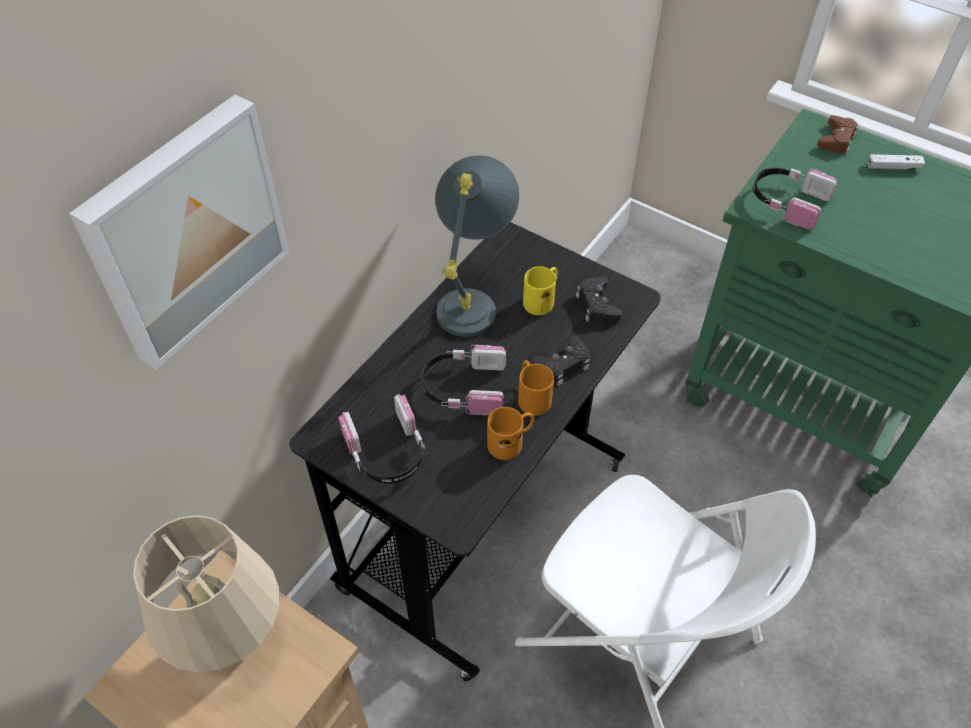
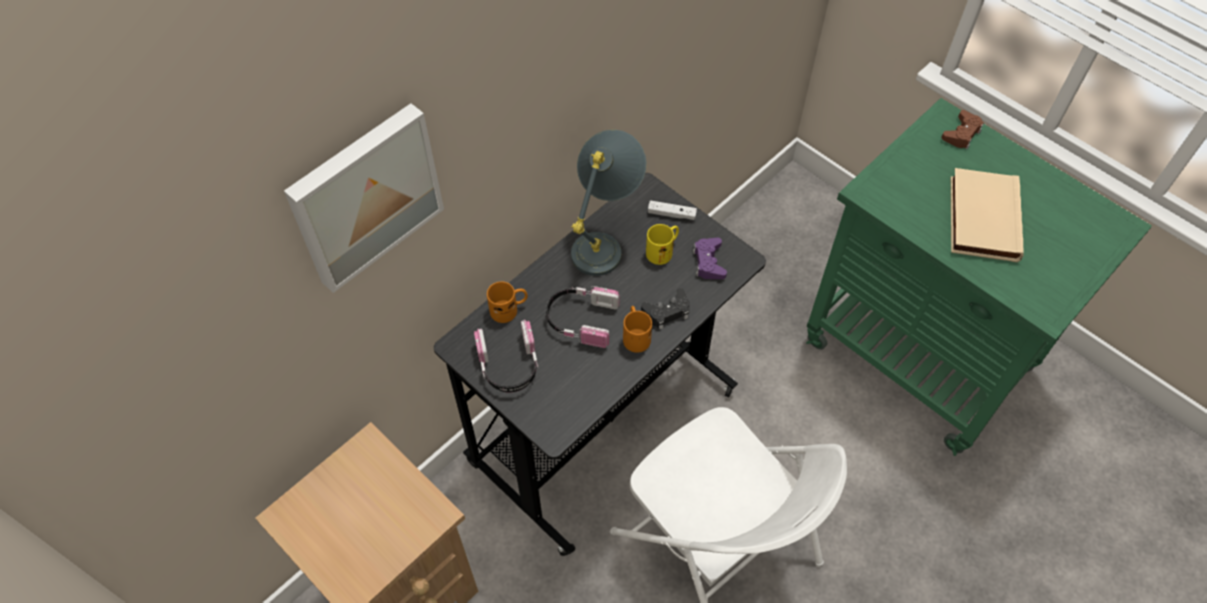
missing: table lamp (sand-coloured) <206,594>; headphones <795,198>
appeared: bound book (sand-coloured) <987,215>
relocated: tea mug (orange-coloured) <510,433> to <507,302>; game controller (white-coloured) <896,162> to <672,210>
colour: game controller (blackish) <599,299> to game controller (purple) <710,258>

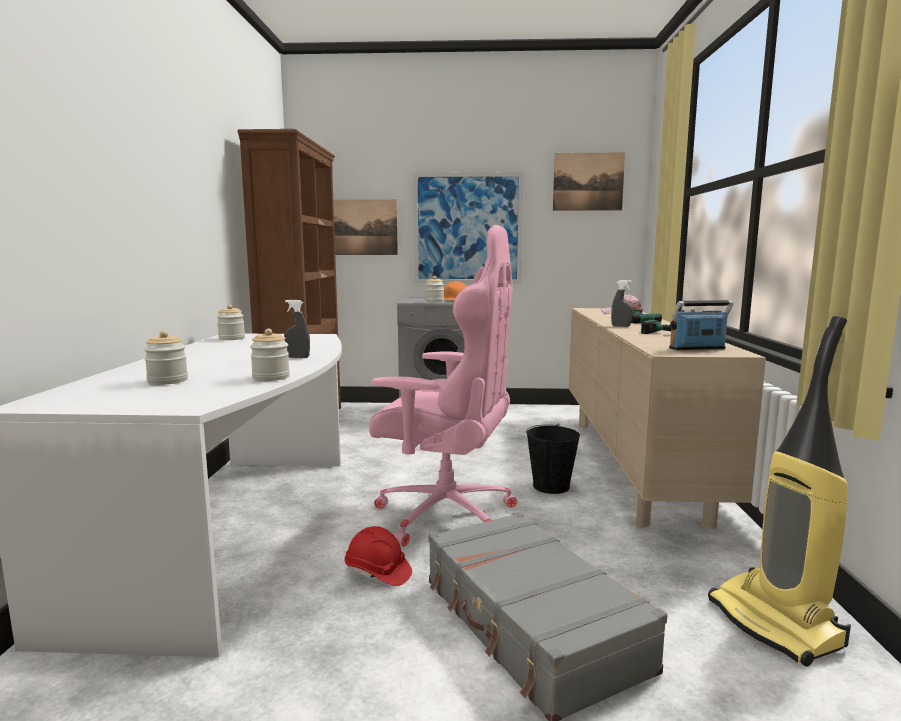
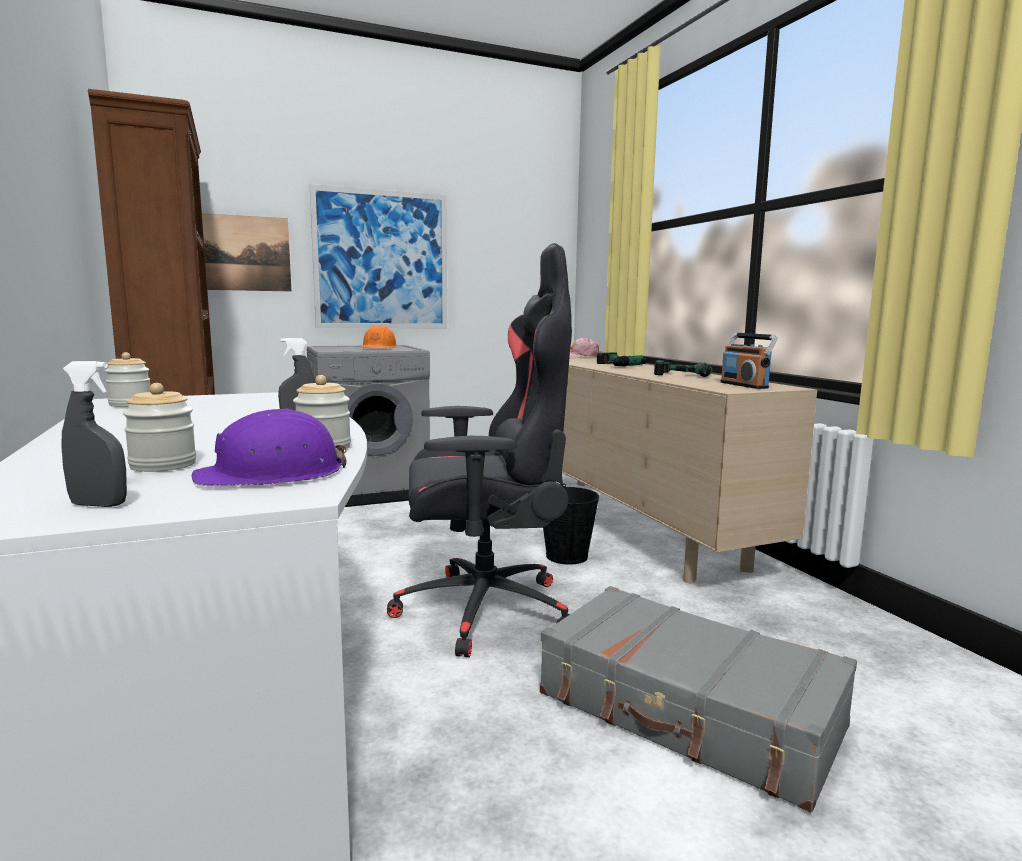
missing: work helmet (red-coloured) <378,556>; storage jar <434,289>; picture <589,181>; hoover <779,491>
appeared: work helmet (purple) <269,447>
relocated: sprayer (gray) <621,303> to <94,434>
colour: office chair (pink) <443,386> to office chair (blackish) <479,450>
spun: radio receiver <701,325> = <749,361> 75 degrees counterclockwise

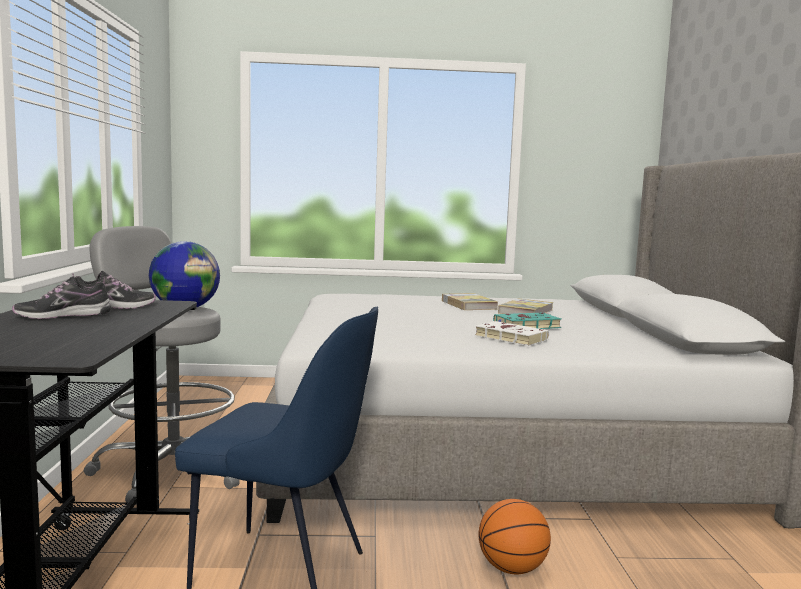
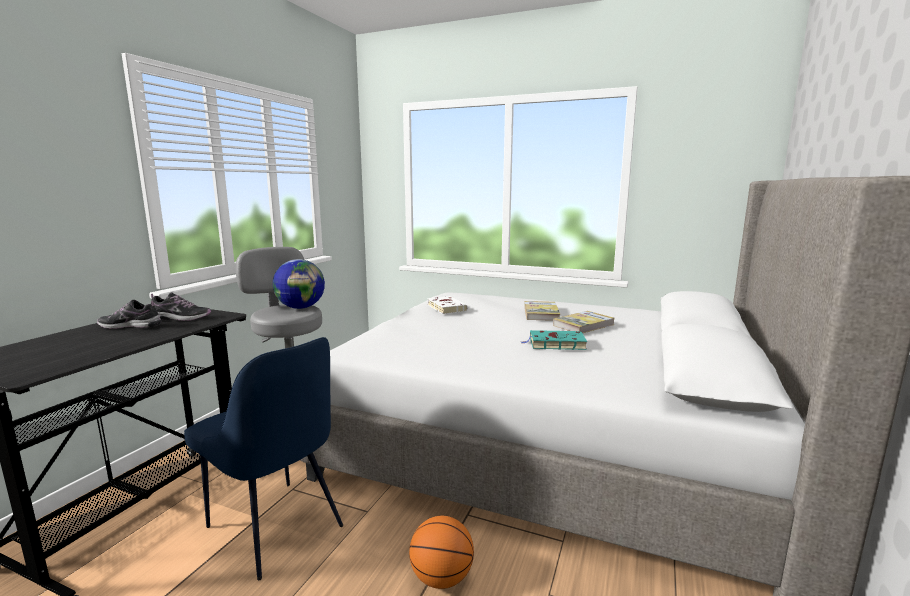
relocated: bound book (white-coloured) <511,333> to <447,305>

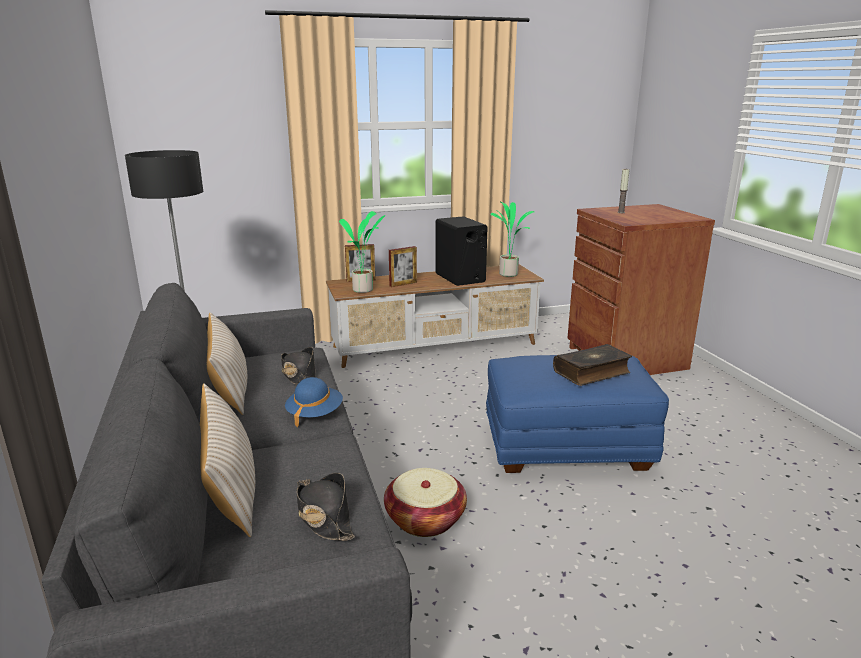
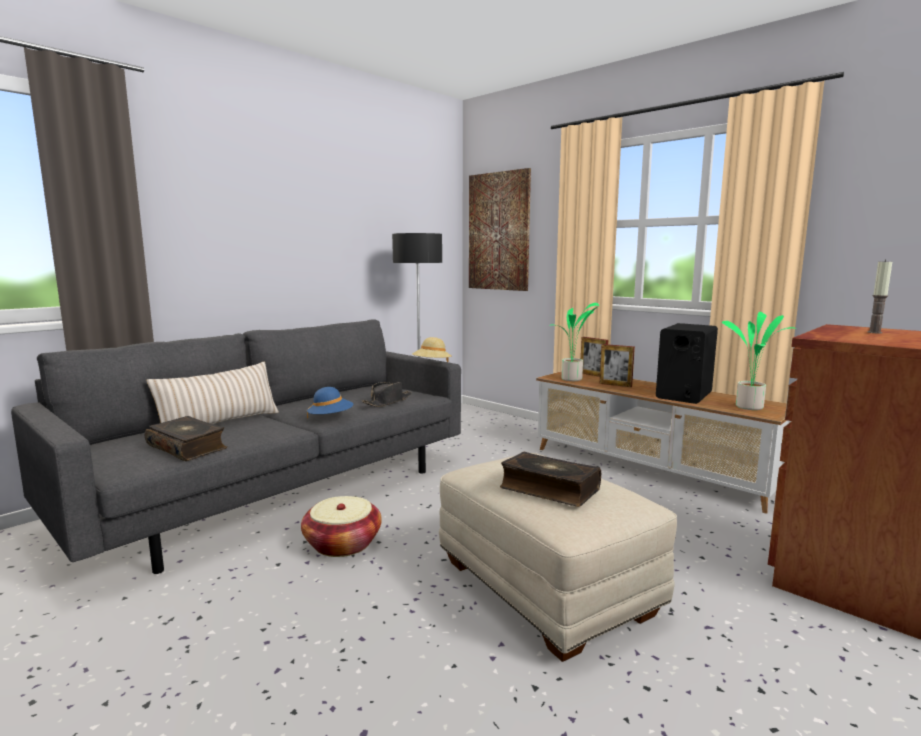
missing: cushion (sand-coloured) <227,363>
appeared: hat (sand-coloured) <432,349>; picture <500,229>
exchanged: hat (blackish) <325,507> to bound book <186,438>
colour: ottoman (blue-coloured) <577,414> to ottoman (sand-coloured) <558,557>

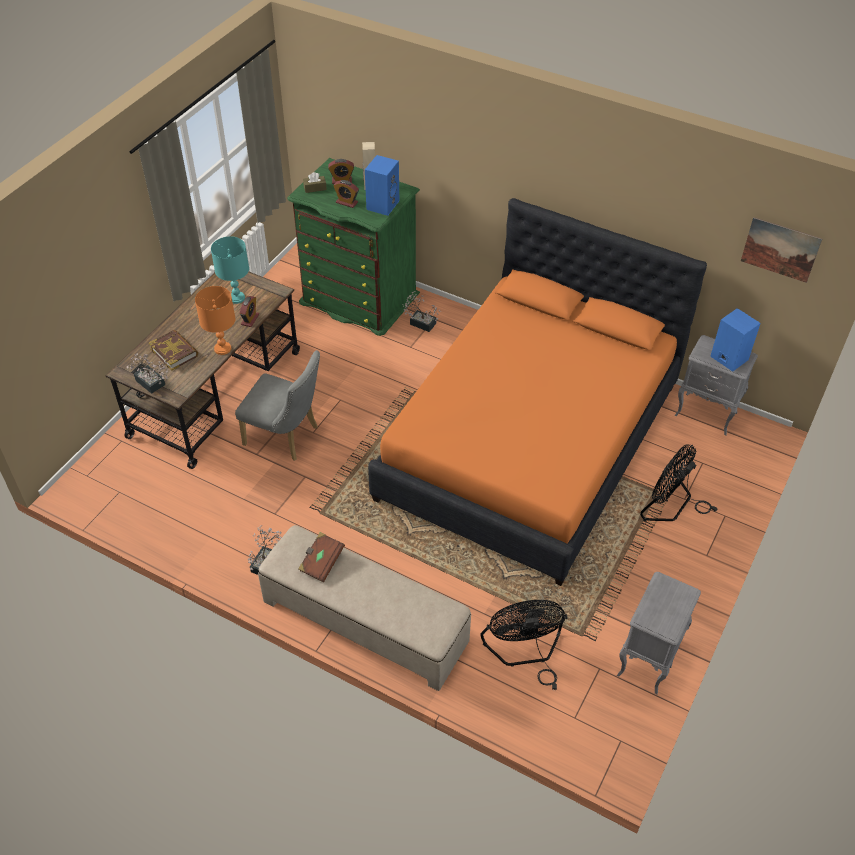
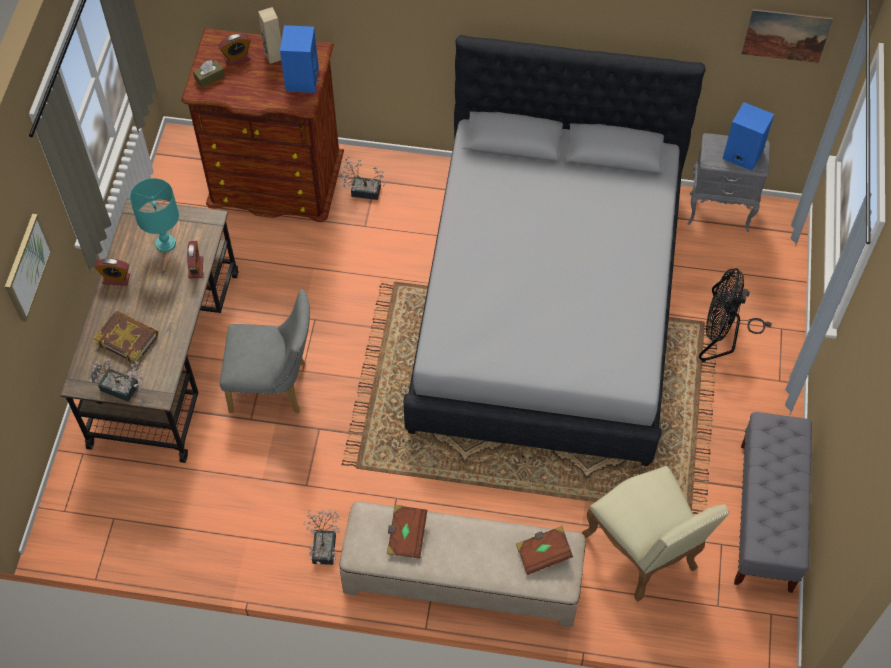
missing: table lamp (orange-coloured) <215,320>
appeared: picture <28,268>; bound book (brownish) <544,550>
relocated: alarm clock <346,194> to <112,272>
exchanged: electric fan (blackish) <524,645> to chair (sand-coloured) <655,534>; nightstand (gray) <659,633> to long seat (gray) <773,502>
colour: chest of drawers (green) <353,247> to chest of drawers (brownish) <262,125>; bed (orange-coloured) <537,392> to bed (gray) <554,250>

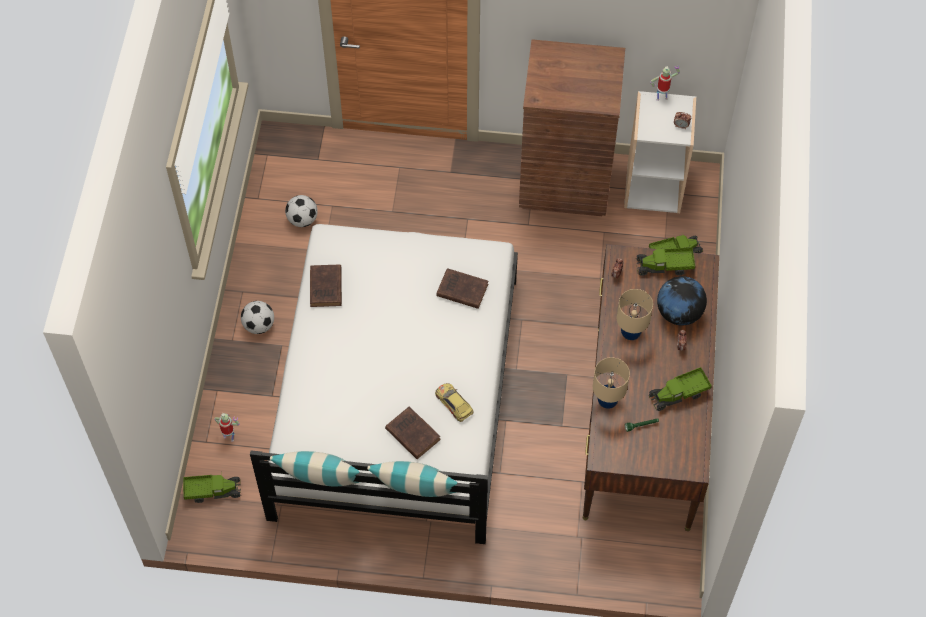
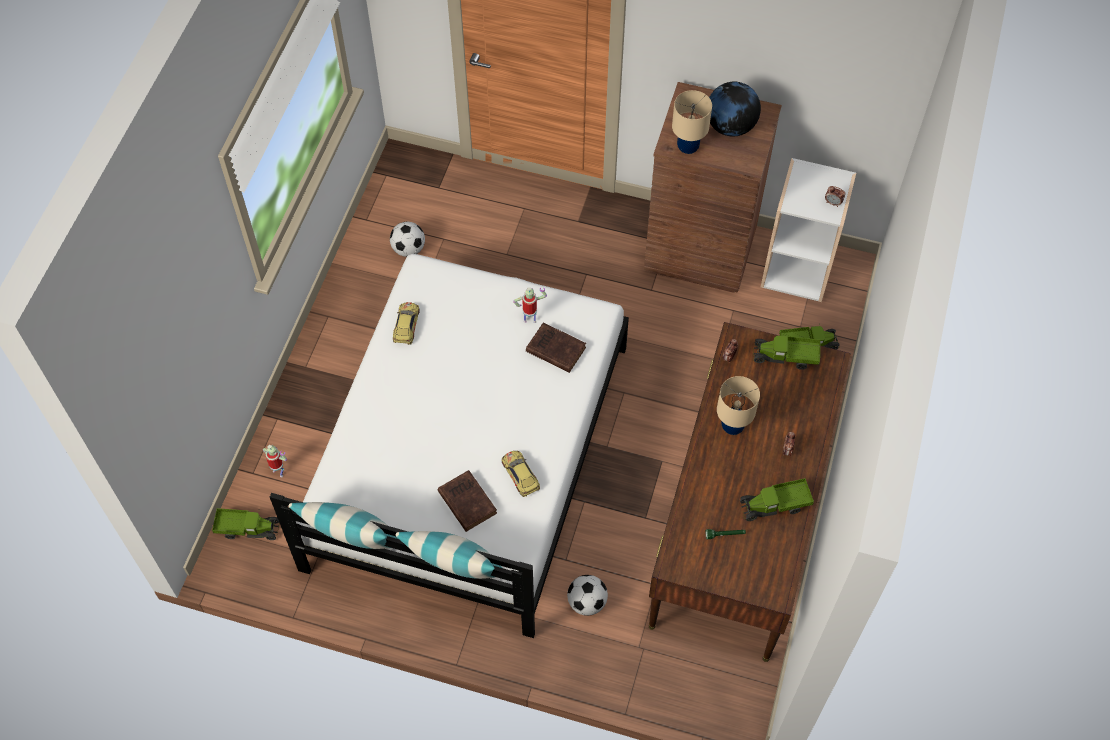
relocated: football <257,317> to <587,595>; table lamp (sand-coloured) <611,383> to <692,122>; robot figure <665,83> to <530,305>; desk globe <682,300> to <735,109>
exchanged: bound book (brownish) <326,285> to miniature car <406,323>

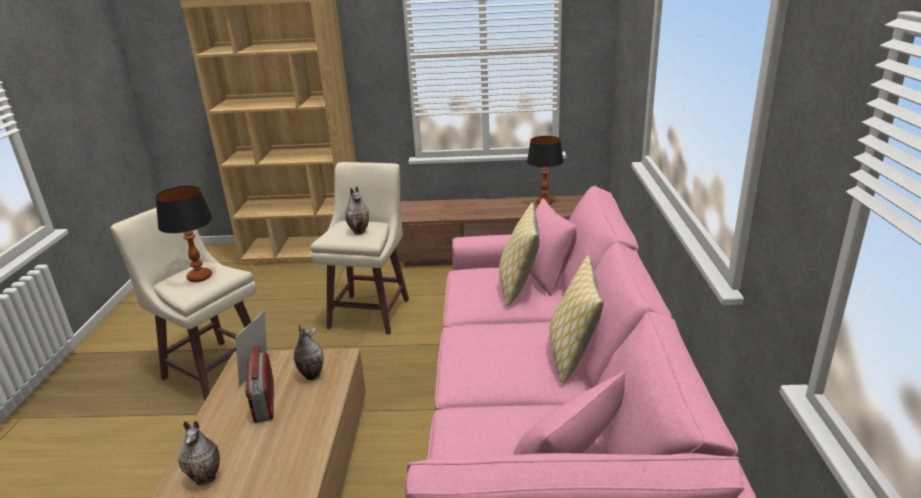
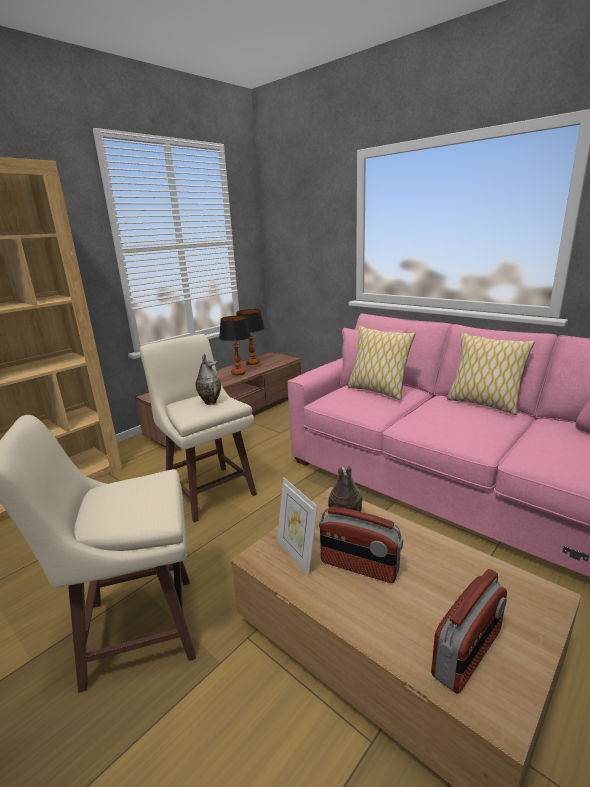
relocated: table lamp <184,234> to <235,345>
exchanged: decorative vase <199,453> to radio receiver <469,631>

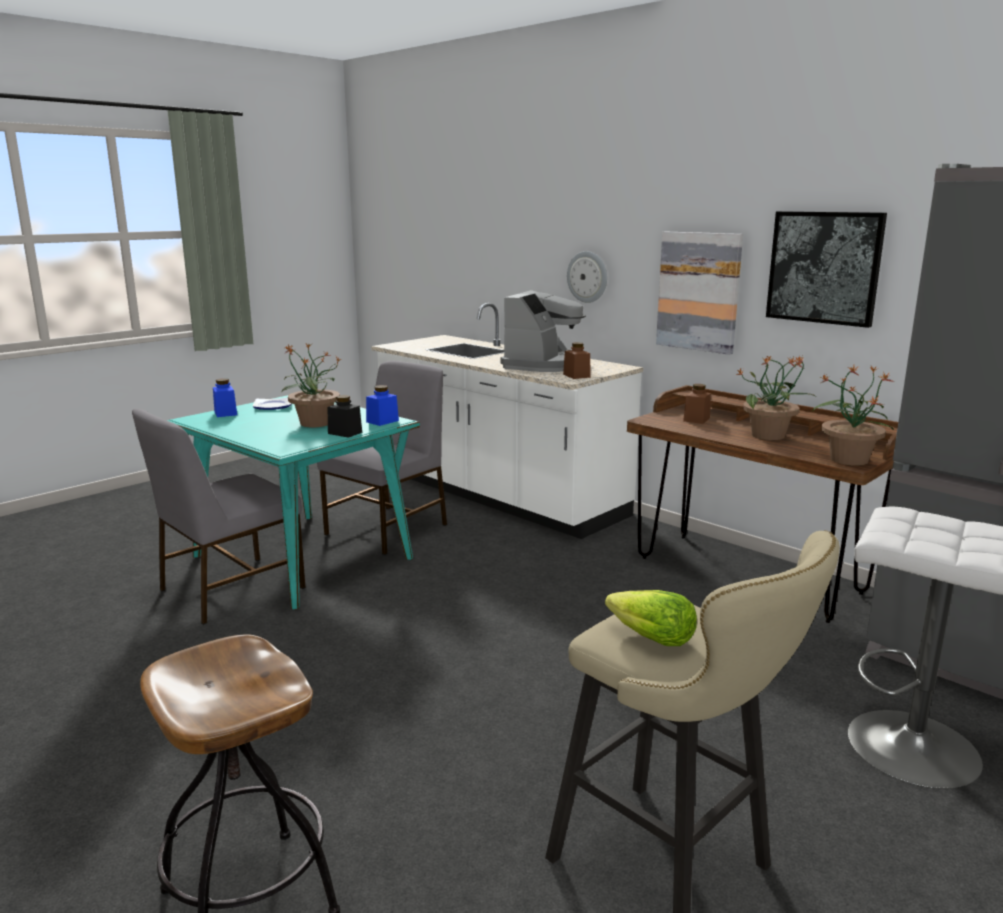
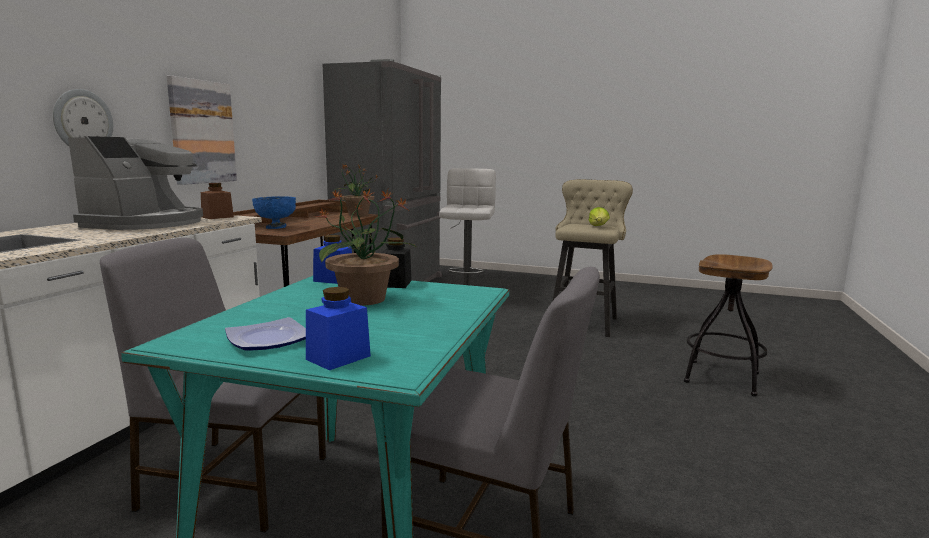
missing: plant in a pot <775,398>; picture <826,269>
exchanged: storage jar (brownish) <697,404> to bowl (blue-coloured) <274,212>
spun: coffee machine <543,331> = <135,183> 105 degrees clockwise

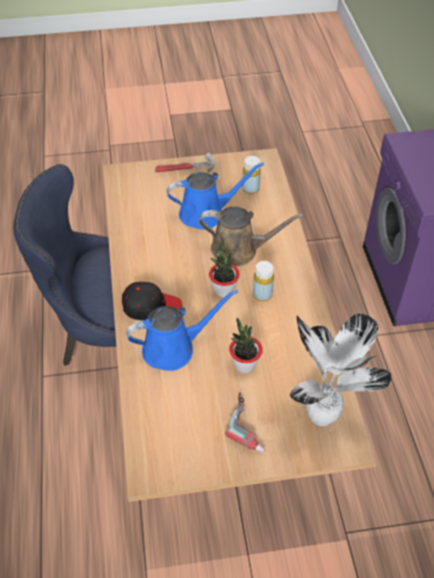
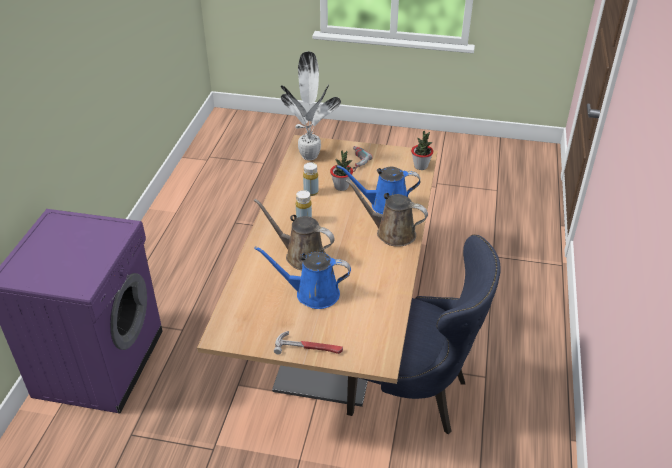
relocated: plant in a pot <224,269> to <422,150>; bottle (yellowish) <251,175> to <311,179>
exchanged: cap (blackish) <152,300> to watering can (brownish) <387,213>

